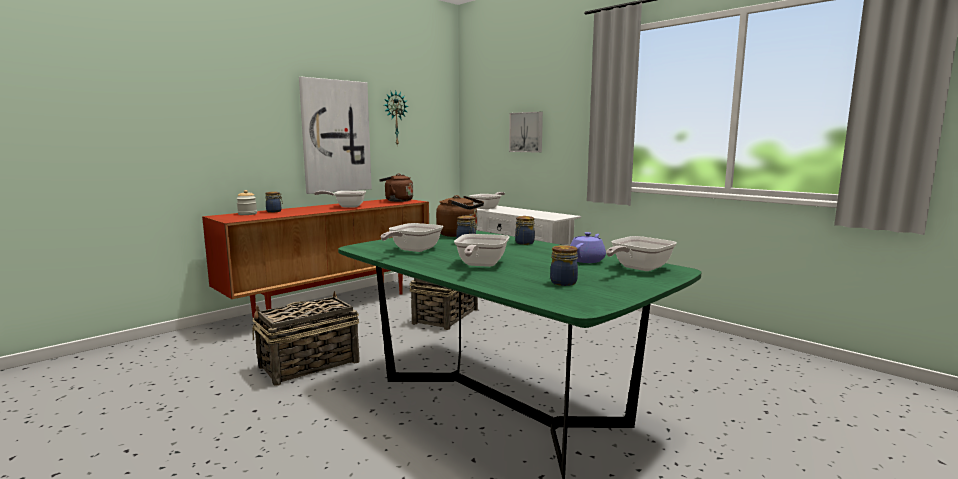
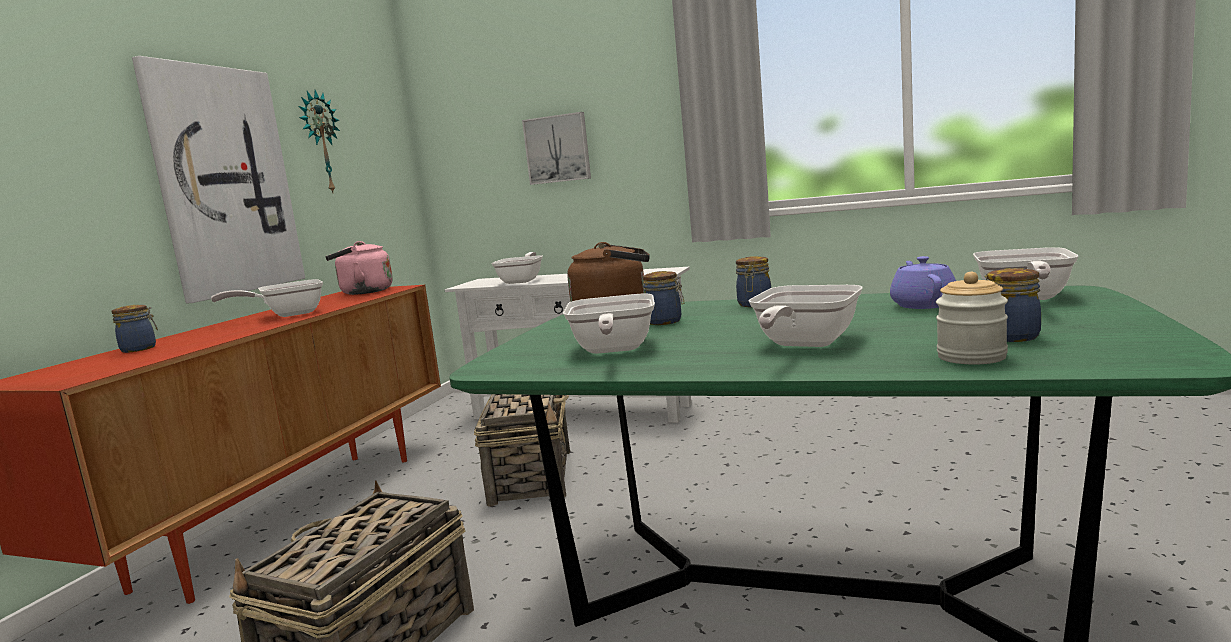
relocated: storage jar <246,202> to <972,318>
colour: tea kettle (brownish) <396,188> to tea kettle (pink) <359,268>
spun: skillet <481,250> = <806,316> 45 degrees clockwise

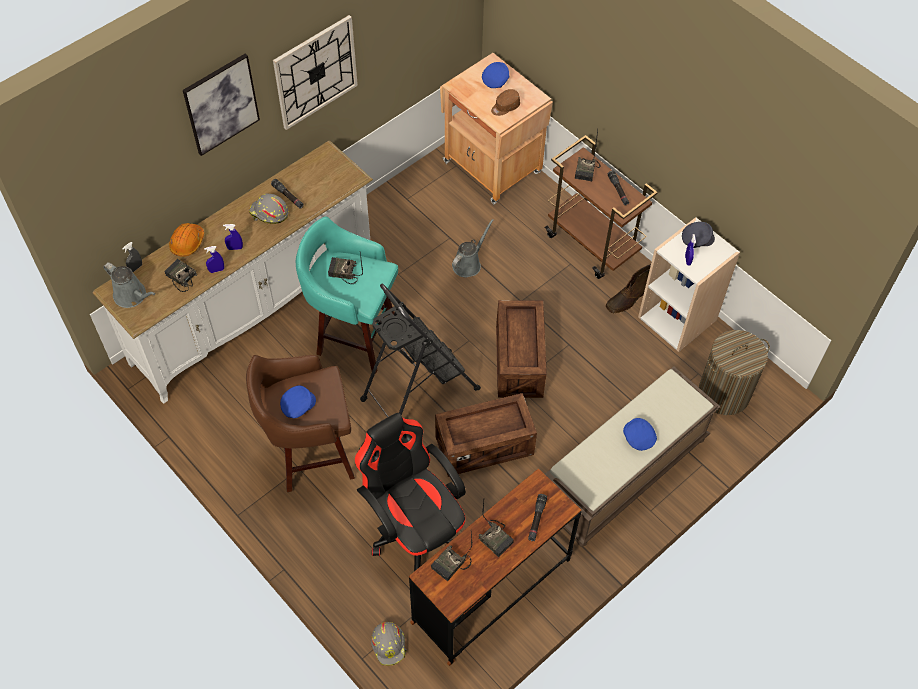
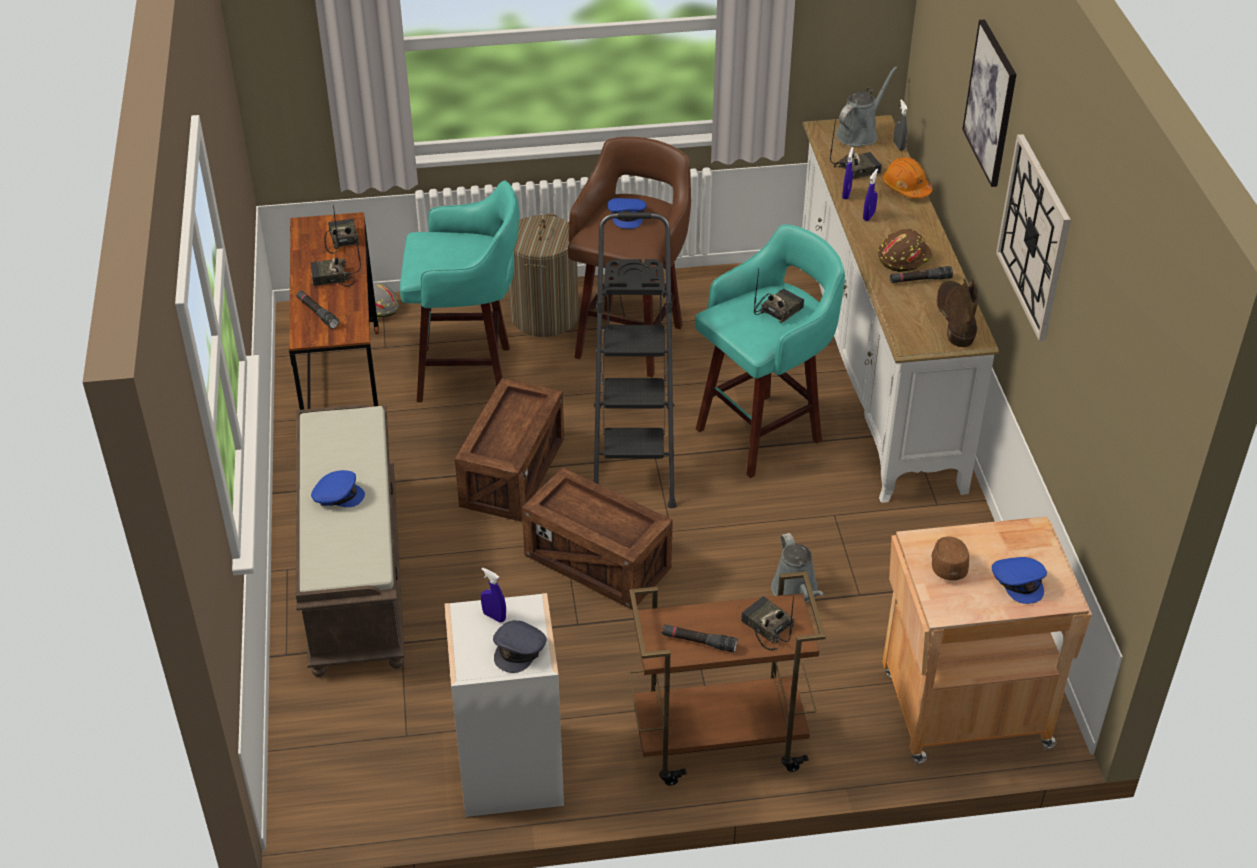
relocated: boot (brownish) <628,289> to <957,313>; washing basket <734,372> to <544,275>
exchanged: office chair (blackish) <410,492> to sitting stool (blue-green) <459,291>
colour: work helmet (gray) <269,209> to work helmet (brownish) <905,250>
spun: watering can (gray) <129,285> = <866,106> 150 degrees clockwise

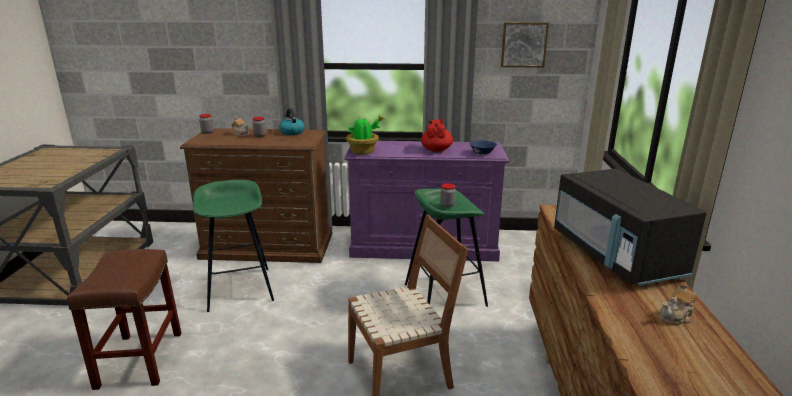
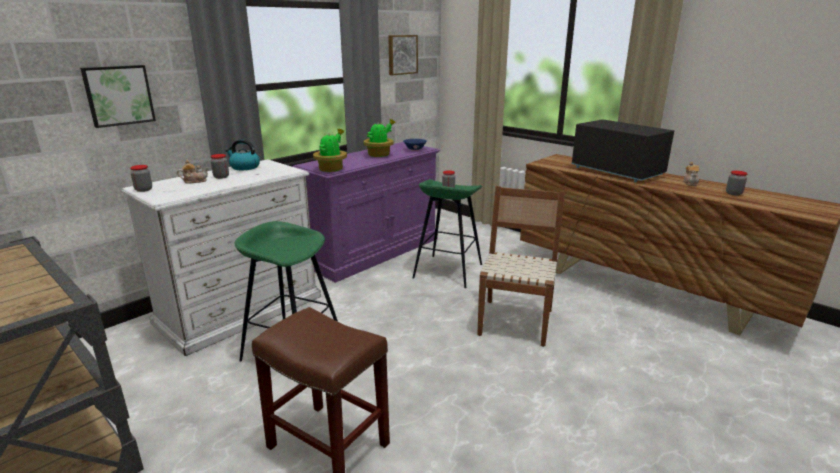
appeared: picture <118,96>; storage jar <737,183>
exchanged: teapot (red-coloured) <437,135> to plant in a pot <379,138>
colour: chest of drawers (brownish) <256,195> to chest of drawers (white-coloured) <221,257>
spun: kitchen microwave (blackish) <630,227> = <622,150> 150 degrees counterclockwise

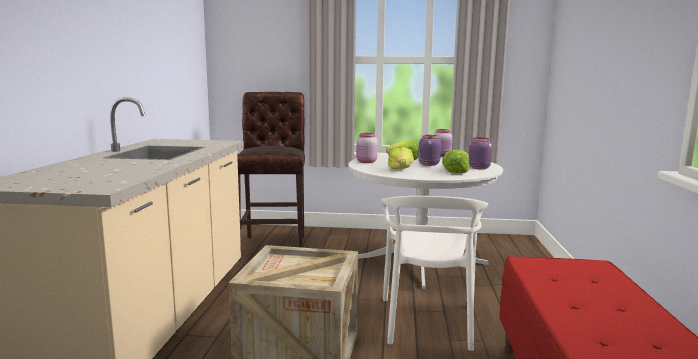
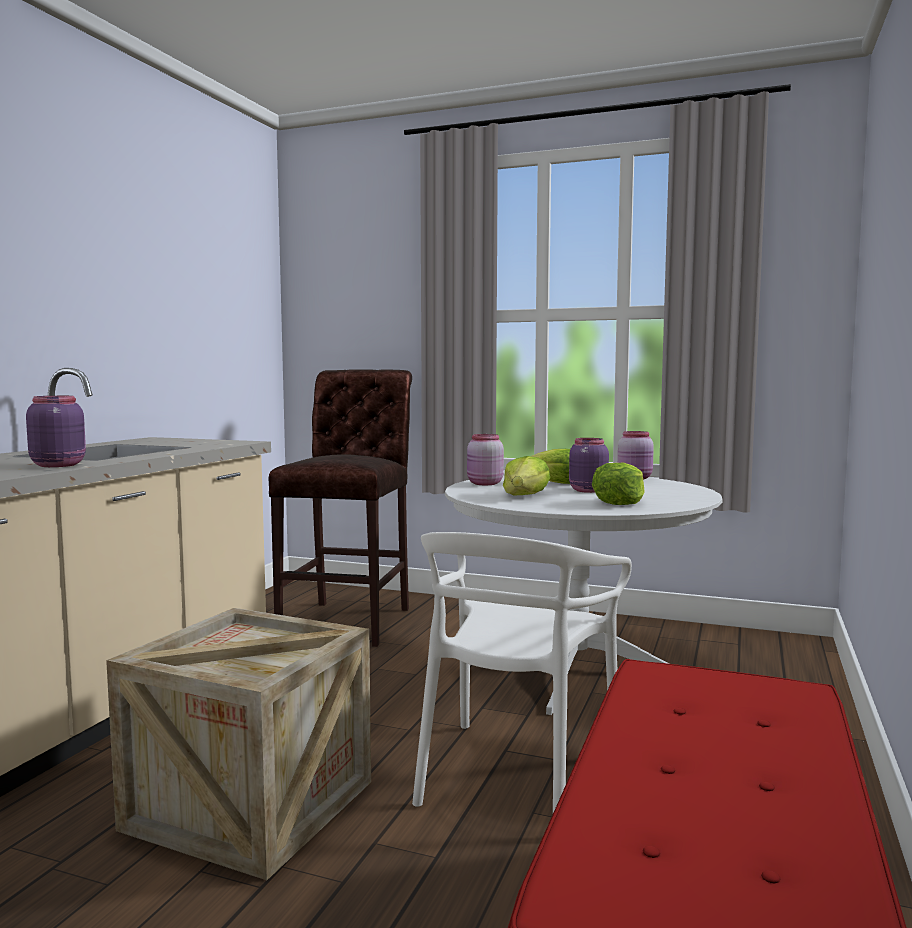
relocated: storage jar (purple) <480,153> to <56,431>

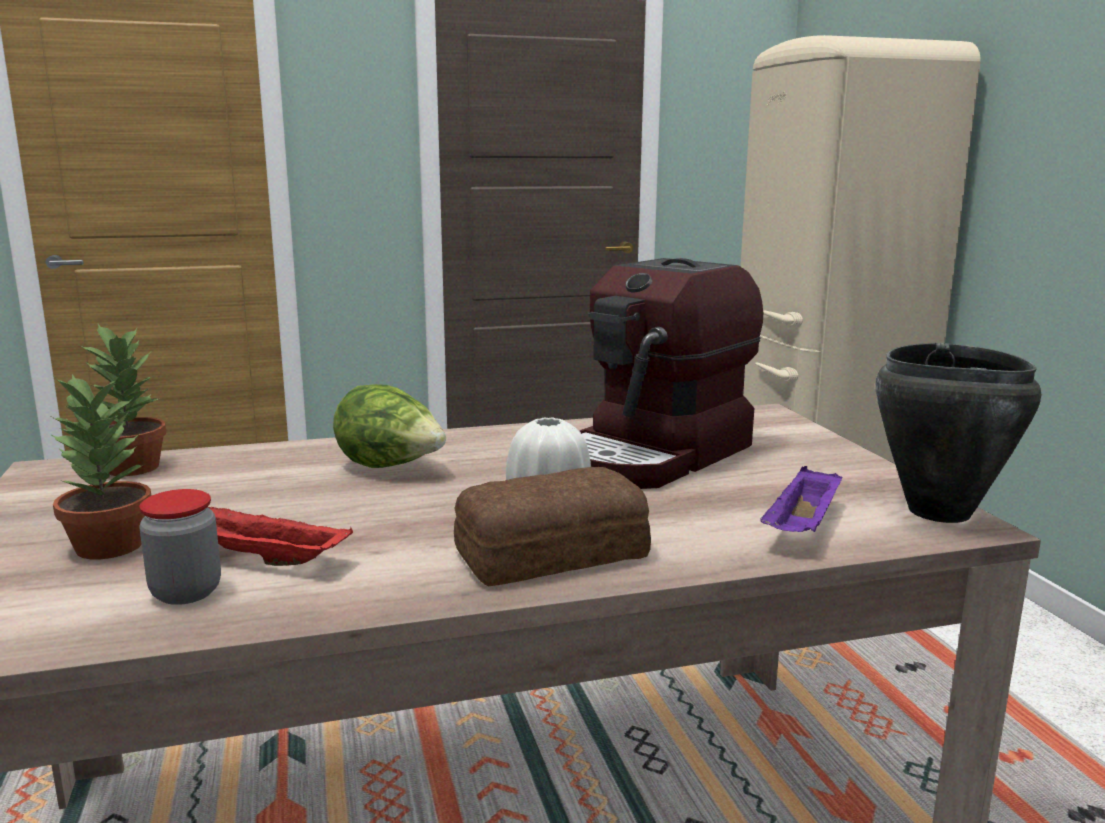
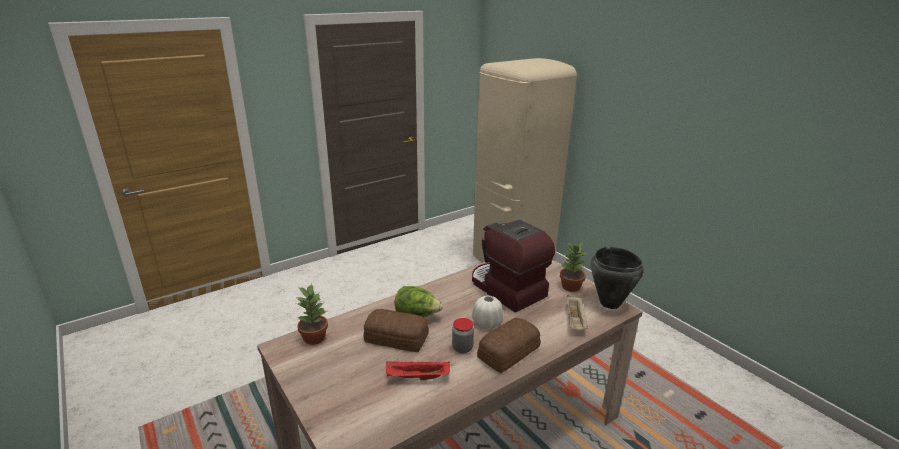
appeared: bread <396,330>
relocated: plant in a pot <101,466> to <573,266>; storage jar <180,547> to <463,335>
colour: tray (purple) <802,499> to tray (sand-coloured) <577,312>
spun: coffee machine <671,373> = <513,266> 120 degrees clockwise

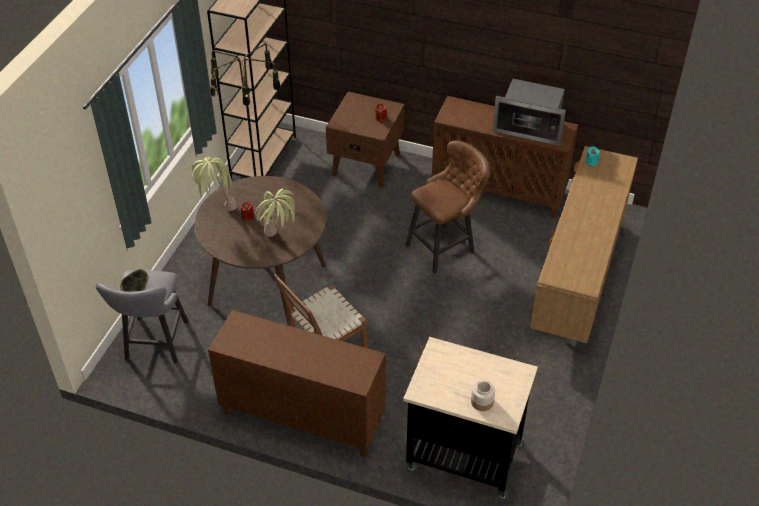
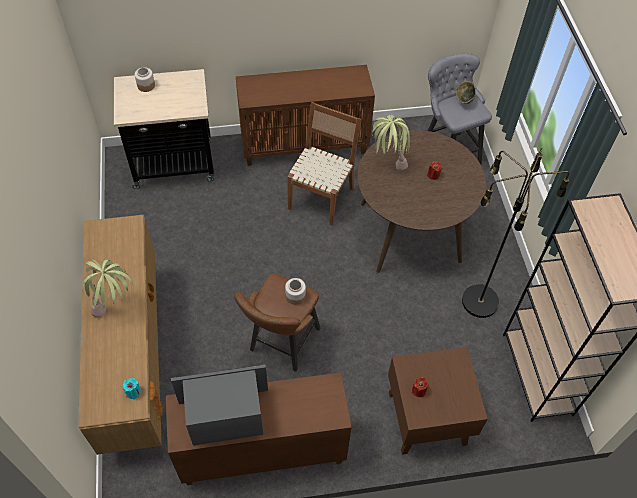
appeared: storage jar <295,291>
relocated: plant in a pot <215,184> to <108,288>

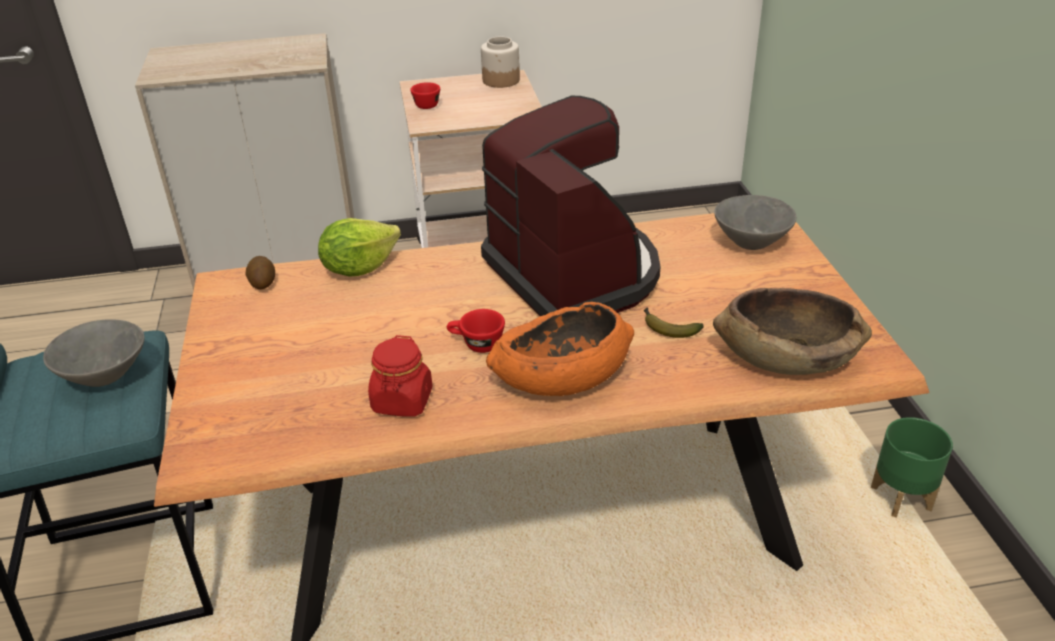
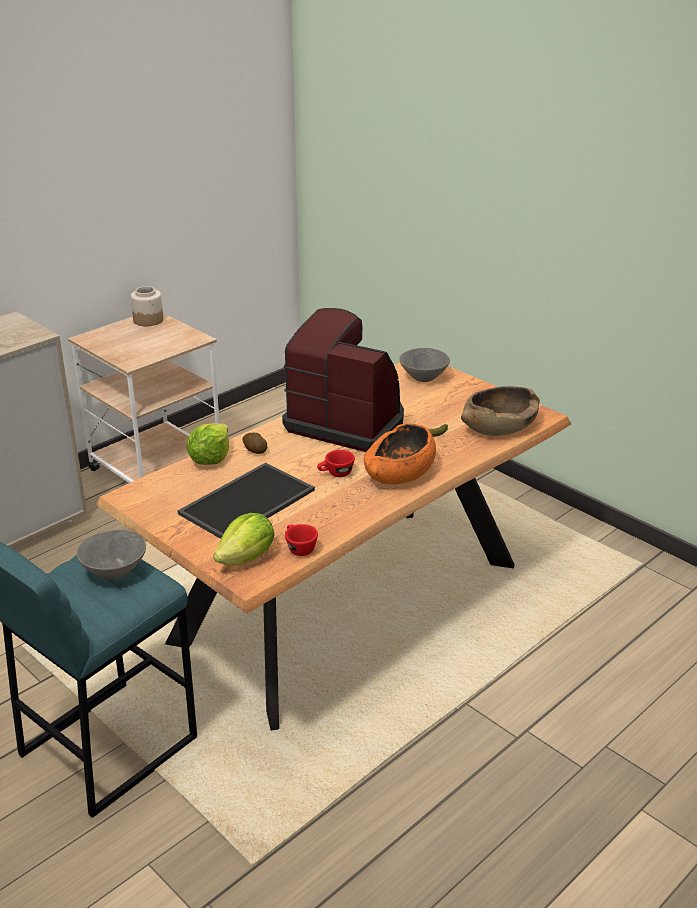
missing: storage jar (red-coloured) <400,376>; plant pot (green) <912,467>
appeared: tray <246,501>; lettuce <244,539>
relocated: whole potato <260,272> to <255,443>; drinking cup (red-coloured) <425,95> to <301,540>

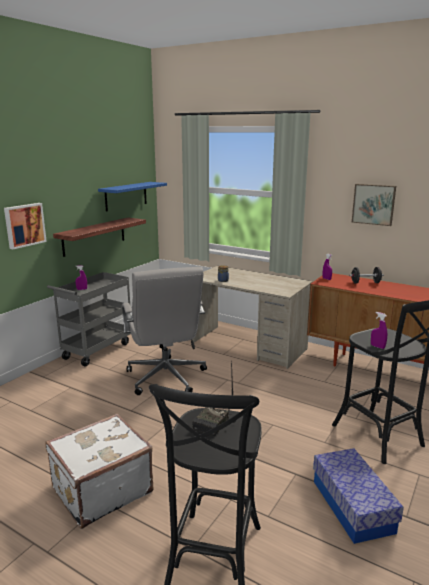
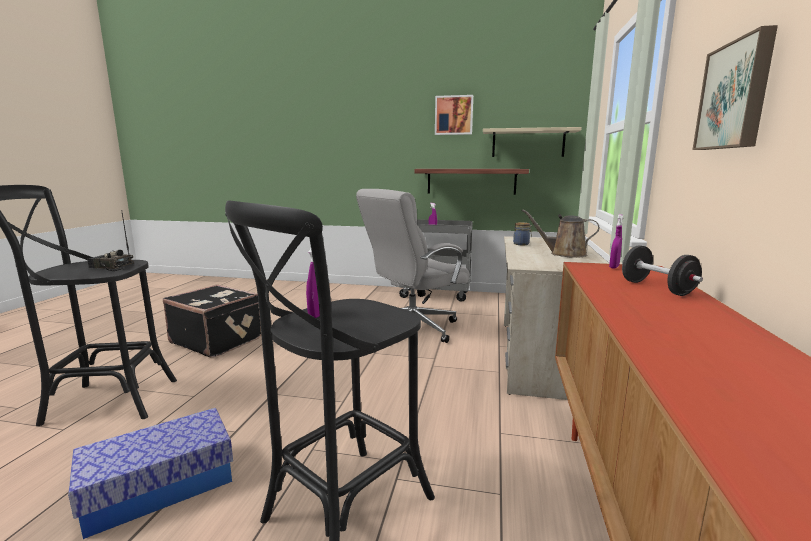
appeared: watering can (brownish) <561,233>
relocated: picture <25,226> to <454,115>
colour: travel case (white-coloured) <99,471> to travel case (blackish) <212,321>; bracket shelf (blue-coloured) <132,197> to bracket shelf (sand-coloured) <532,142>

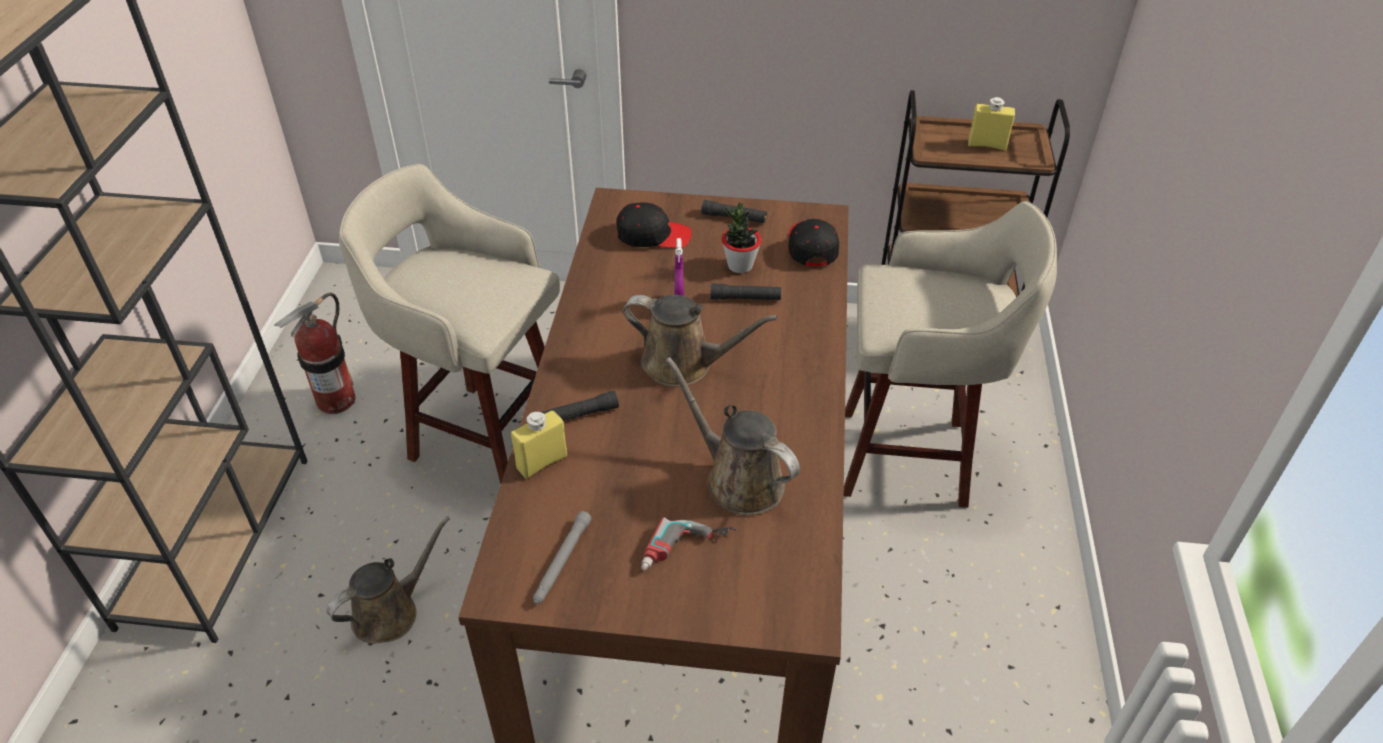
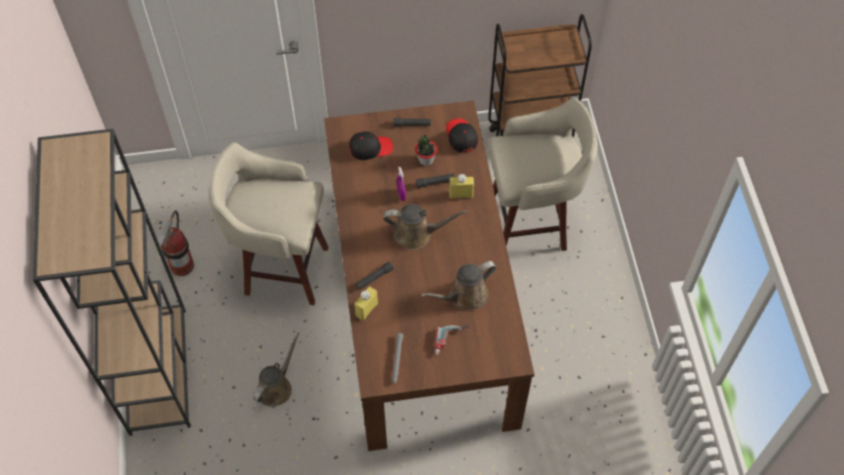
relocated: bottle (yellowish) <991,123> to <461,186>
spun: watering can (brownish) <733,436> = <458,285> 60 degrees counterclockwise

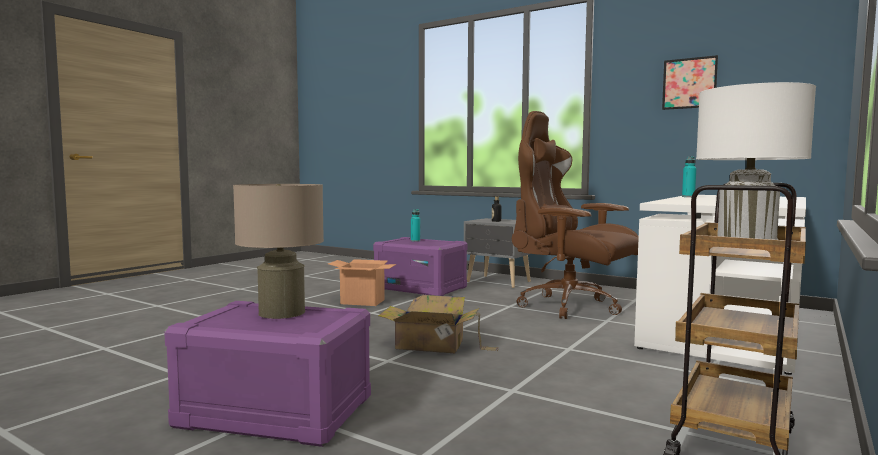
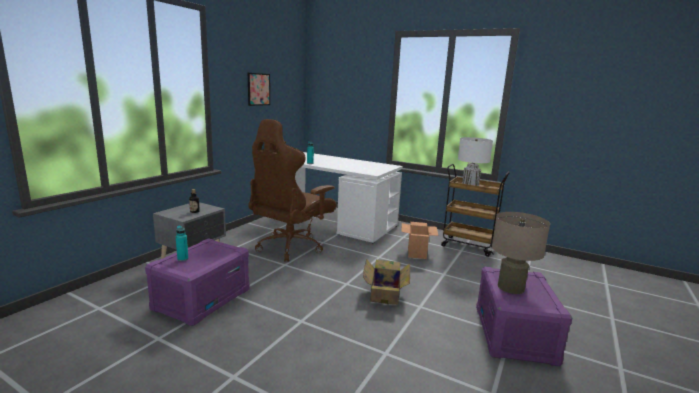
relocated: cardboard box <362,282> to <419,240>

